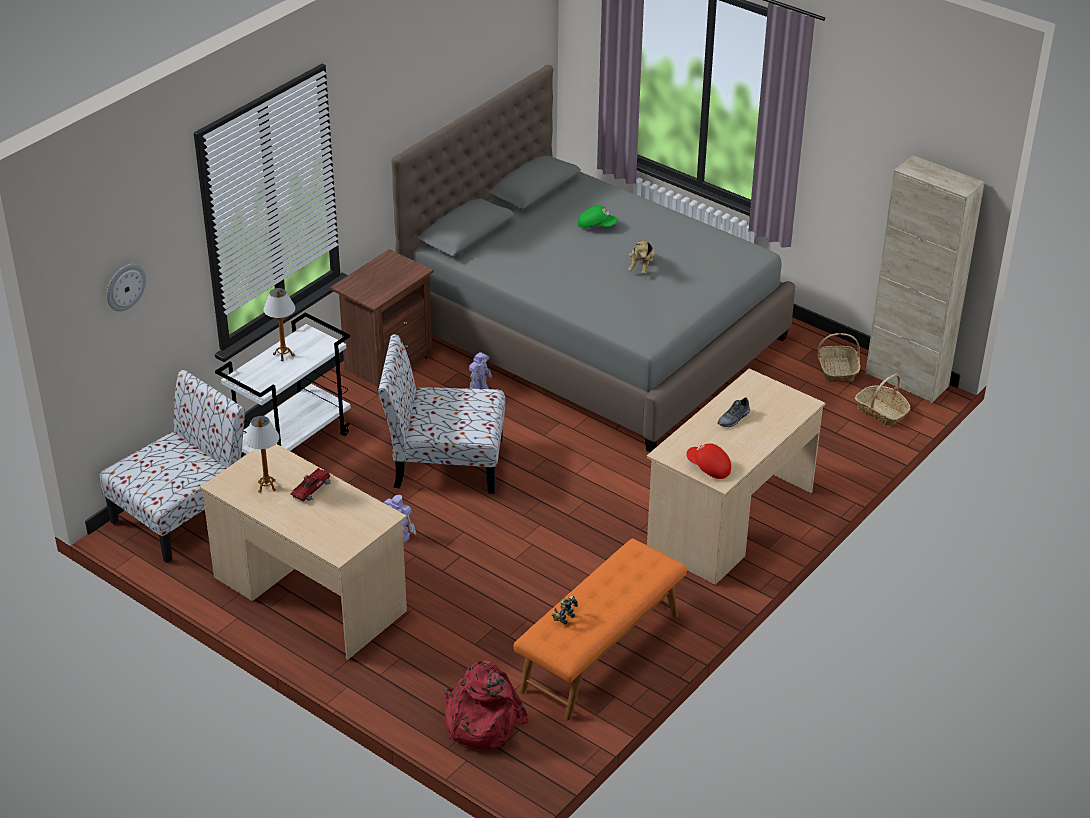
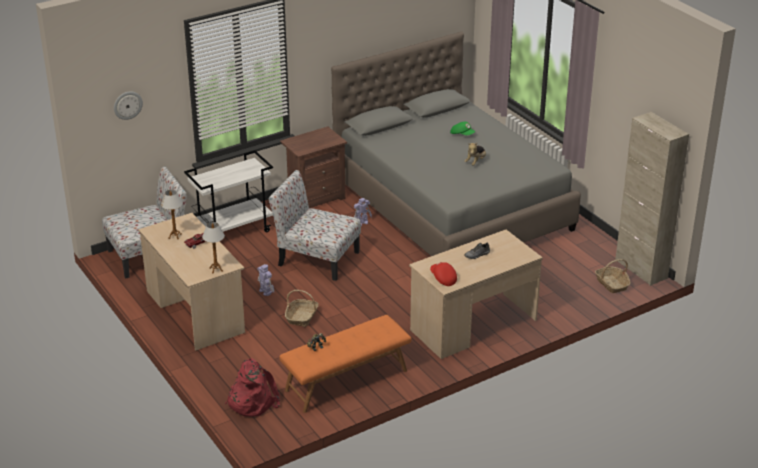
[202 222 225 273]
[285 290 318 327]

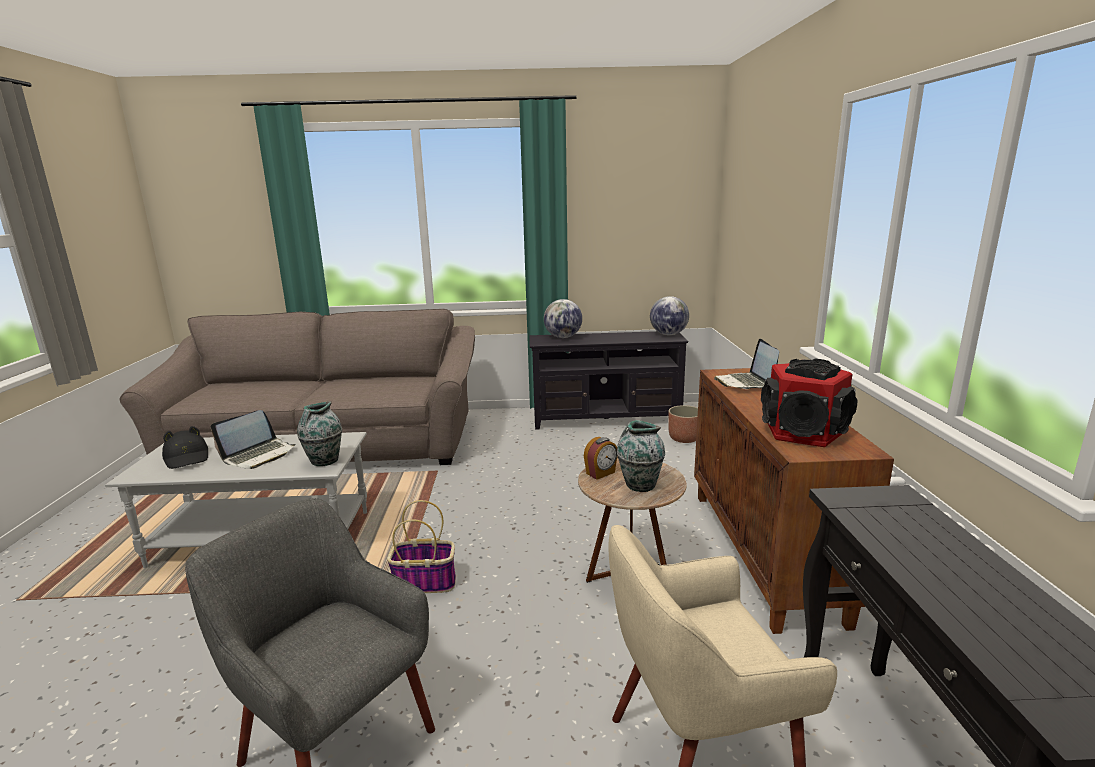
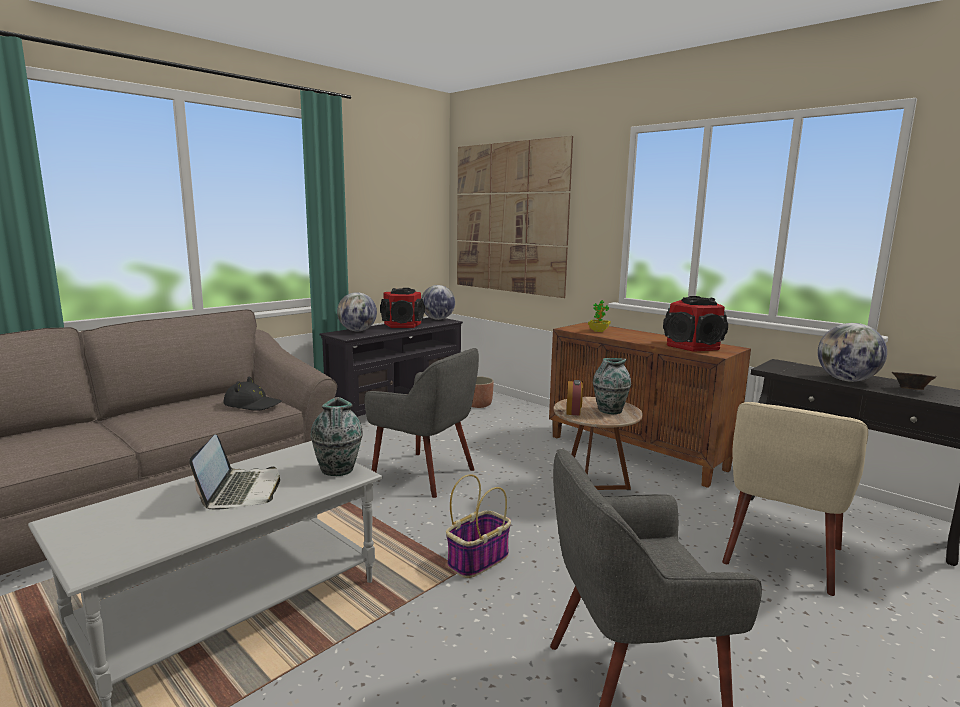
[223 376 282 411]
[588 300 611 332]
[364 348 479 498]
[380 288 425 328]
[457 136 573 298]
[818 323 887 382]
[891 372 937 390]

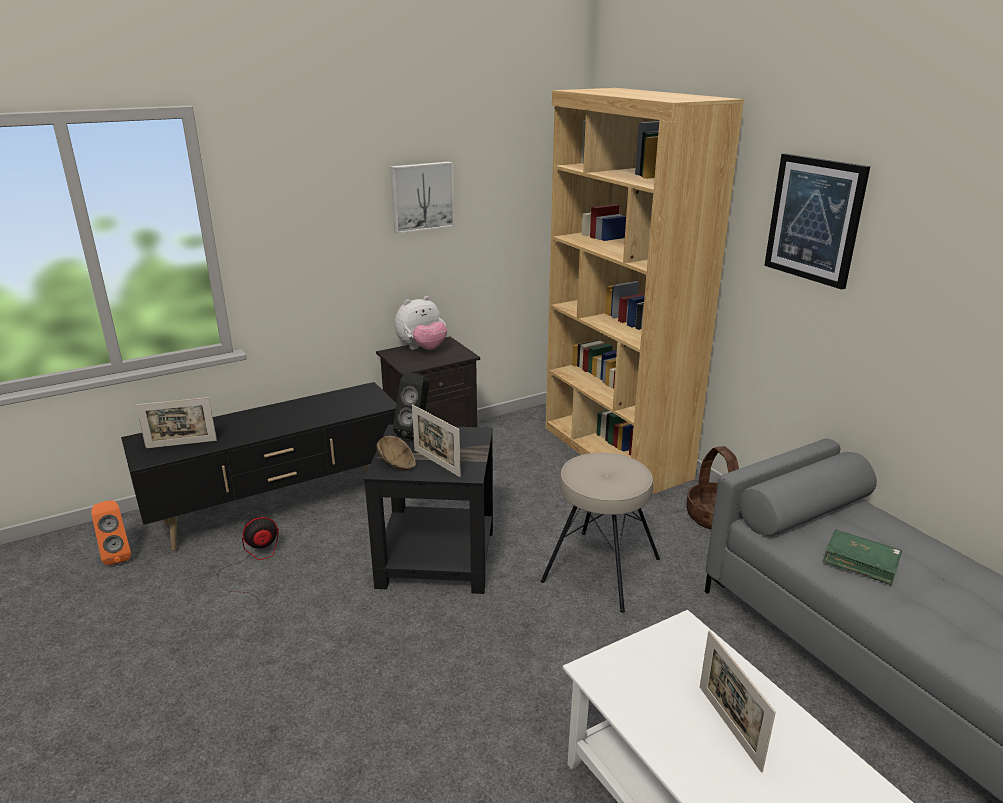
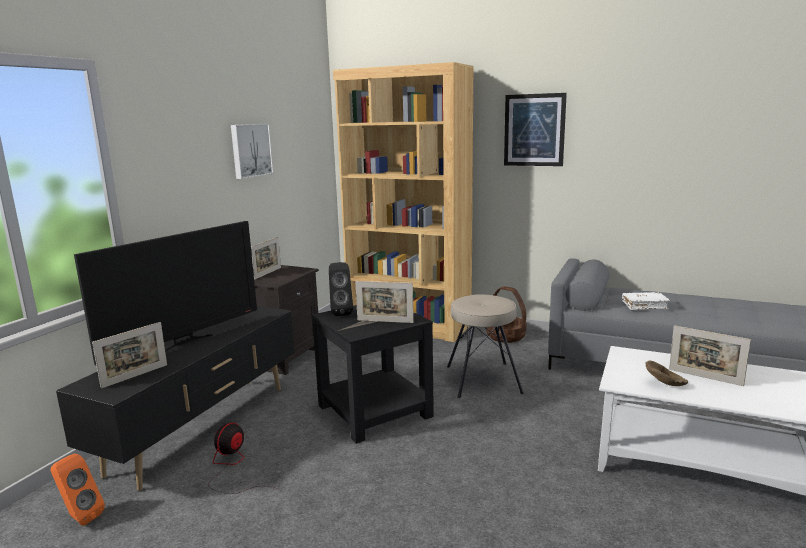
[645 361 688 386]
[251 237 281 280]
[622 292 670 310]
[74 221 257 365]

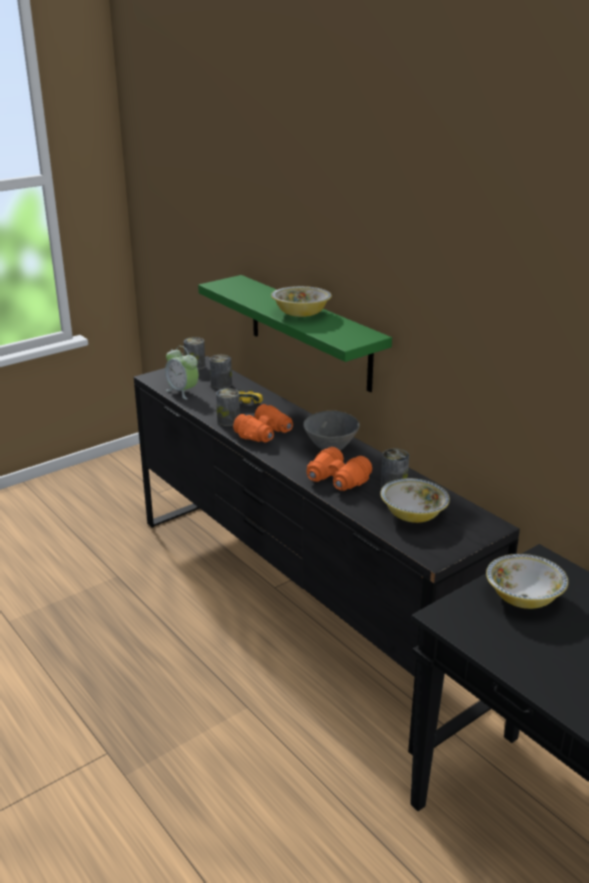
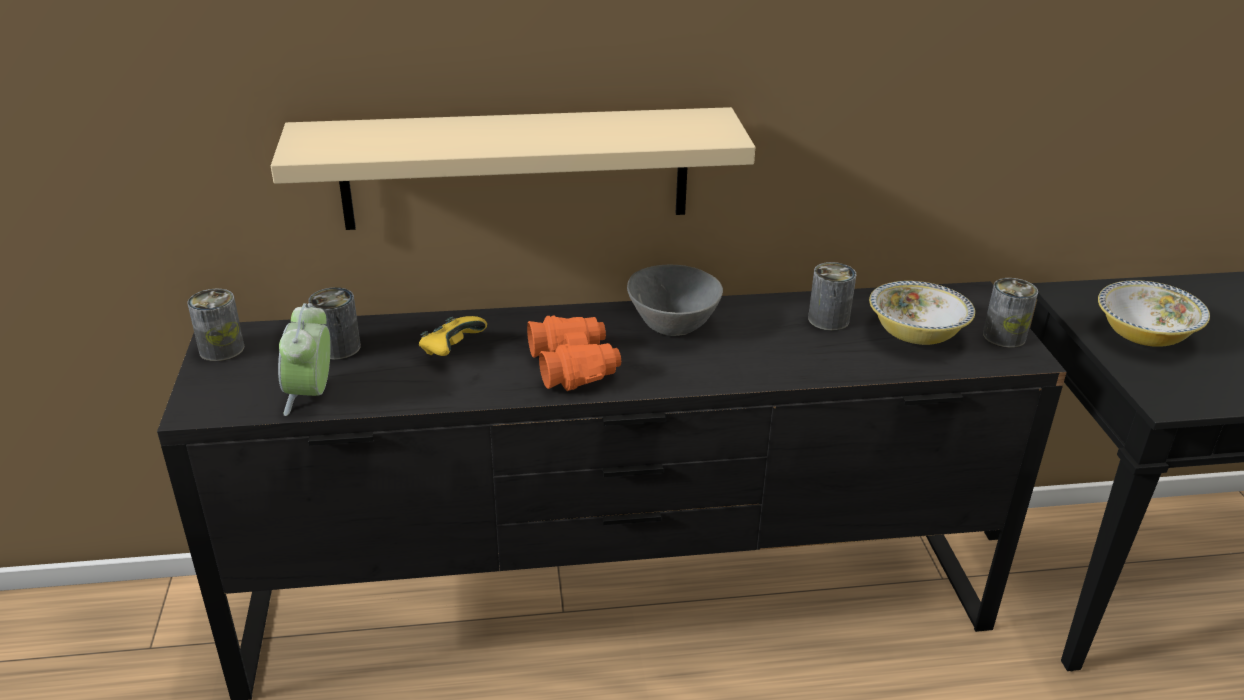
[278 303 331 416]
[271 107 755 230]
[983 278 1038 348]
[271 286 332 317] (first image)
[307 447 372 491] (first image)

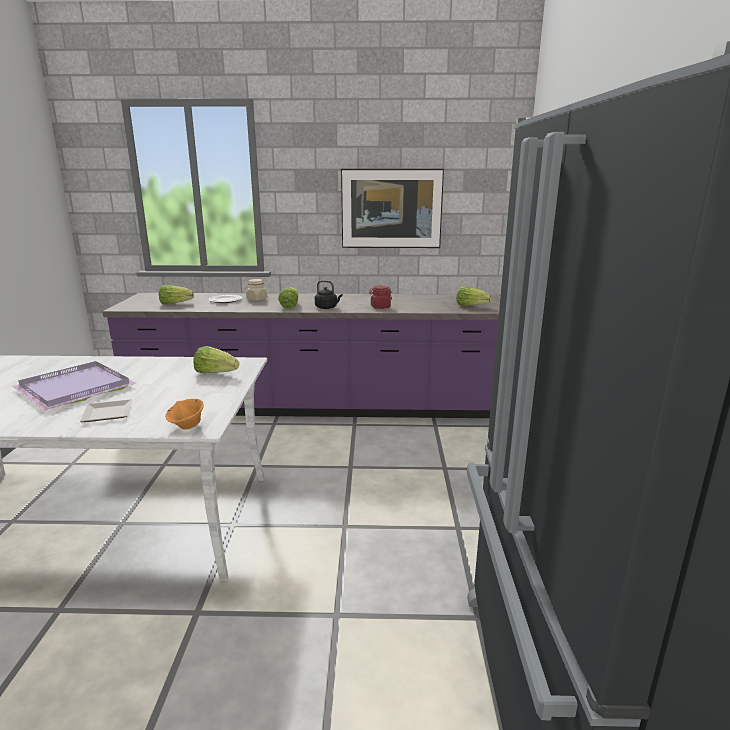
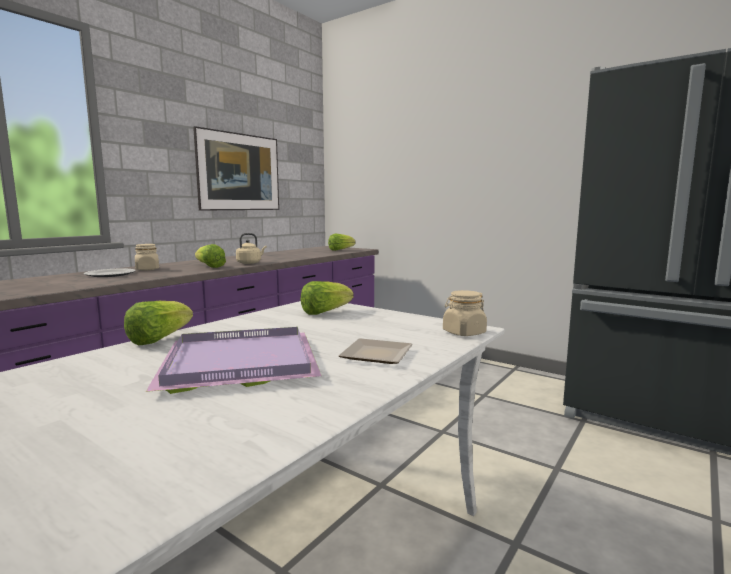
[124 301 193 345]
[443 290 487 336]
[236 233 267 264]
[369 286 392 309] (first image)

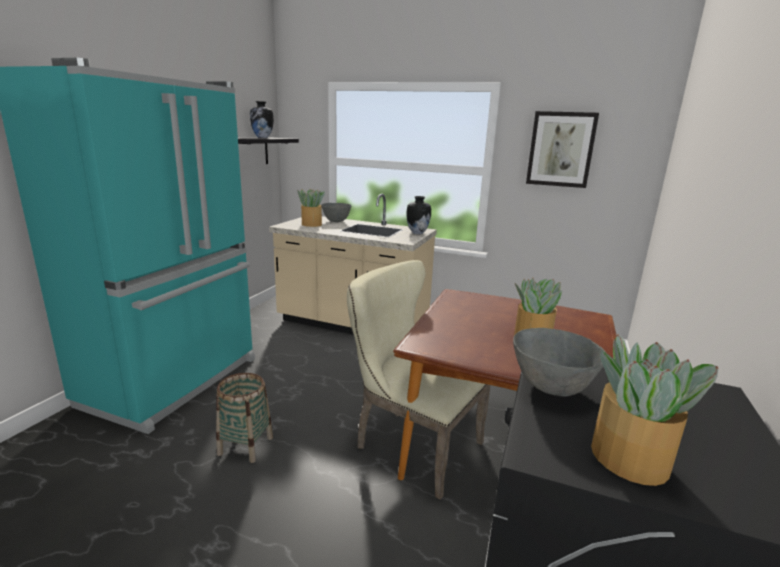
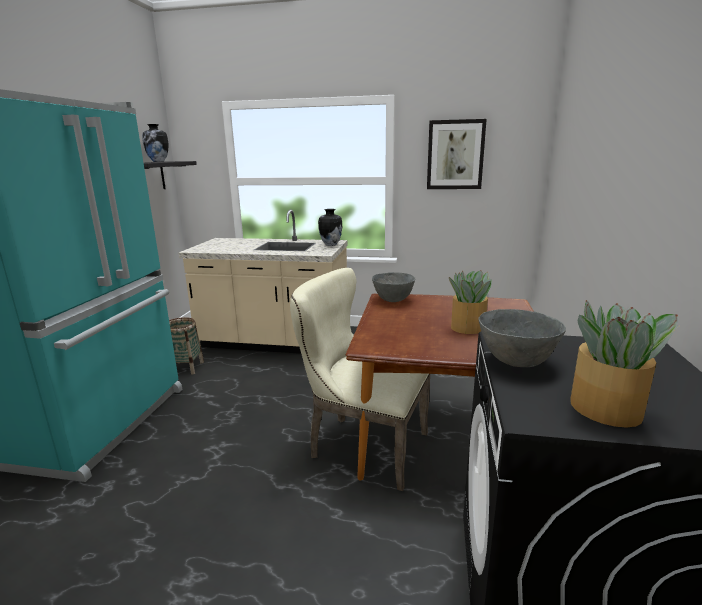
[169 317 204 375]
[297 189 325 227] (first image)
[372 272 415 302]

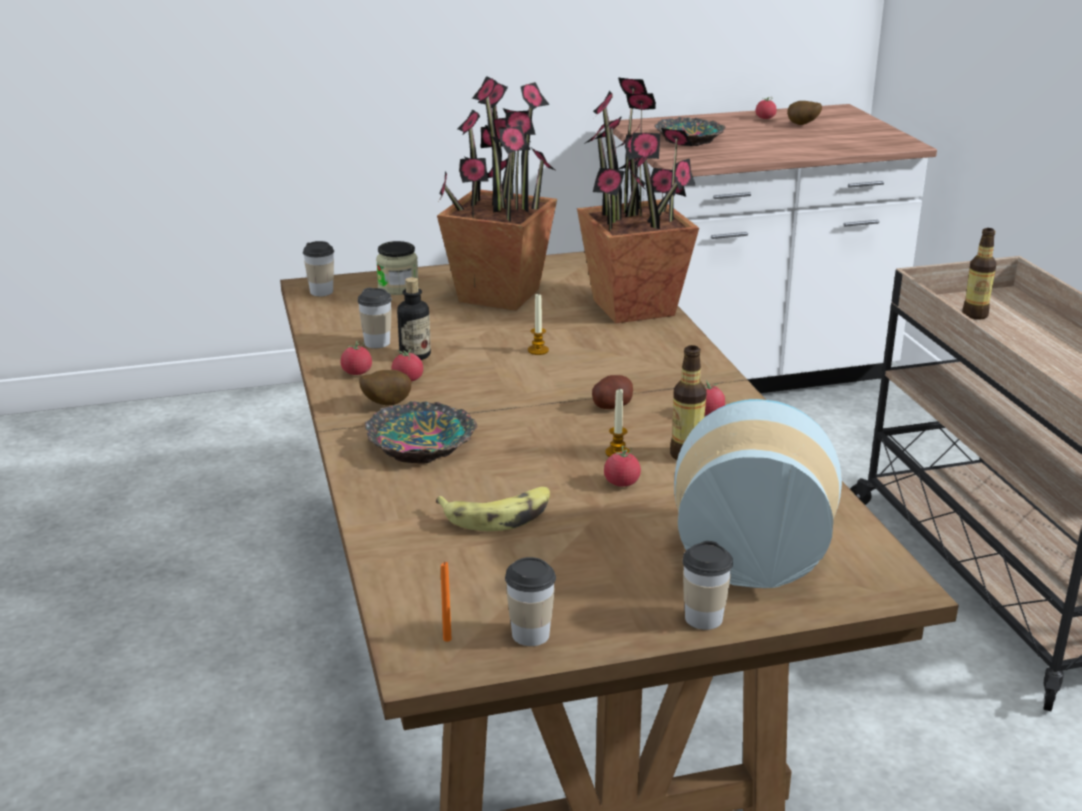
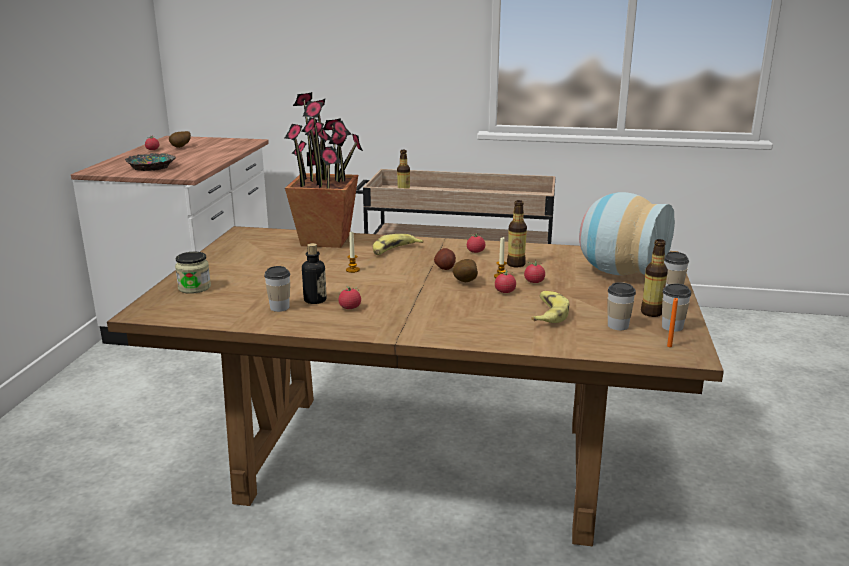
[607 282 636 330]
[495 269 516 293]
[453 259 478 282]
[365 401 478 464] (first image)
[437 76 557 311] (first image)
[373 234 423 255]
[641 239 668 317]

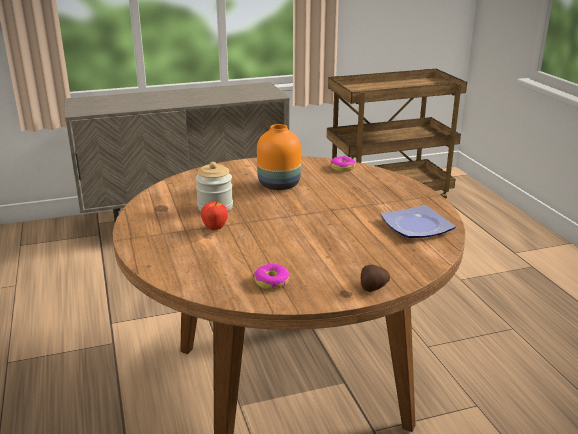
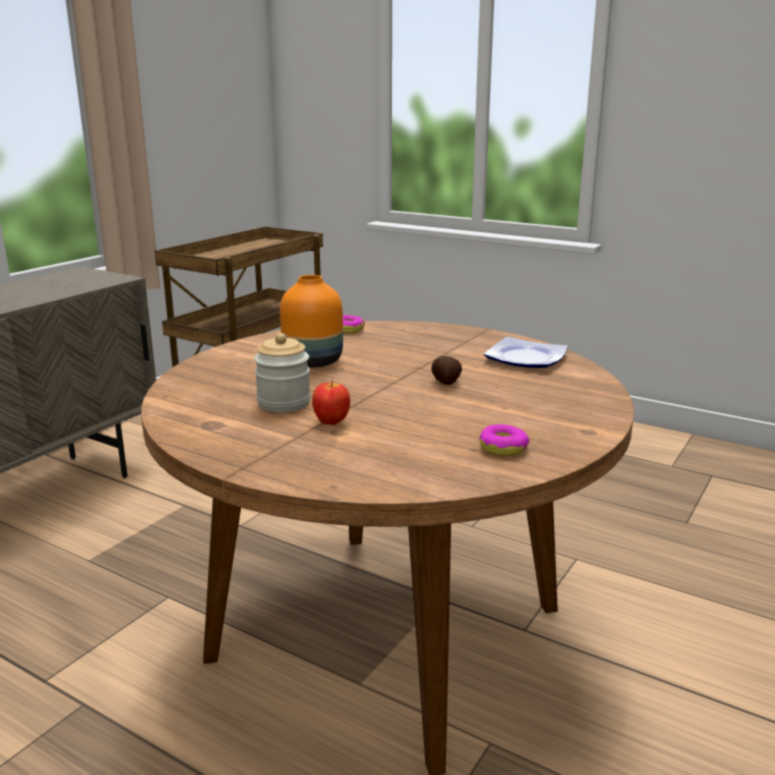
[431 356 462 385]

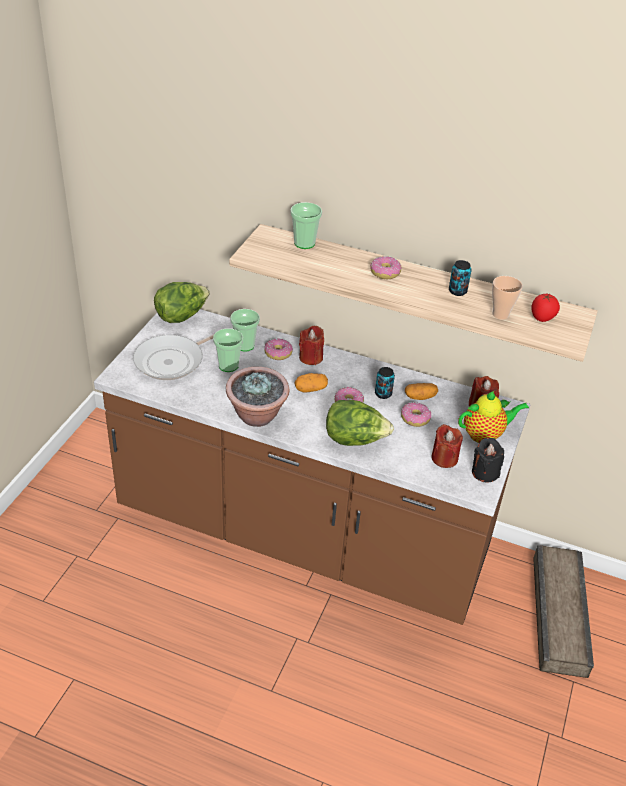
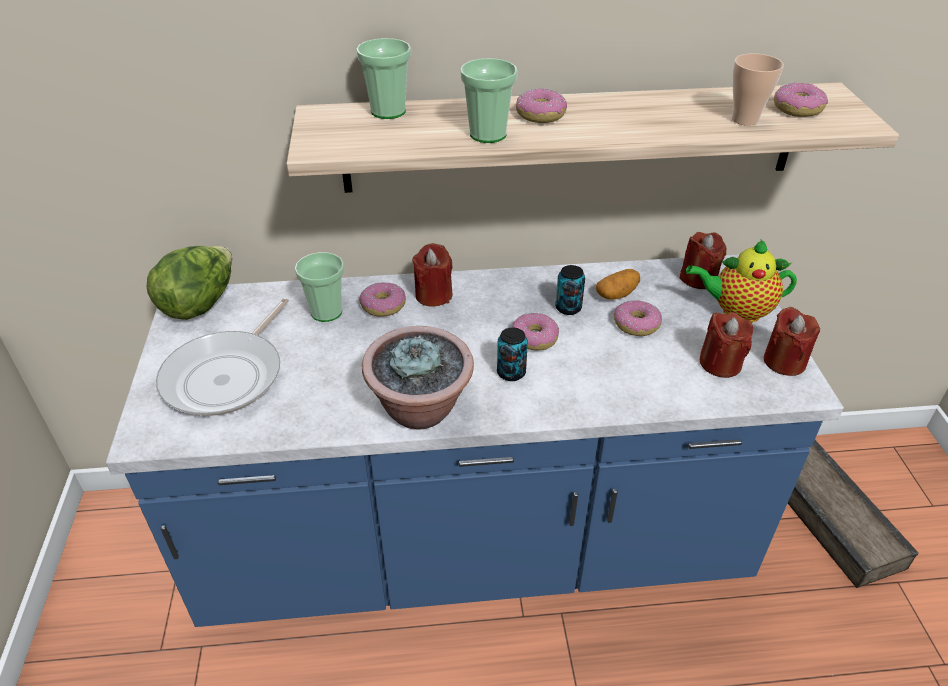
[106 254 844 627]
[460 58 518 143]
[294 373 328 393] (first image)
[326 400 394 446] (first image)
[497 327 528 381]
[686 239 797 323]
[764 307 820 376]
[774 82 828 117]

